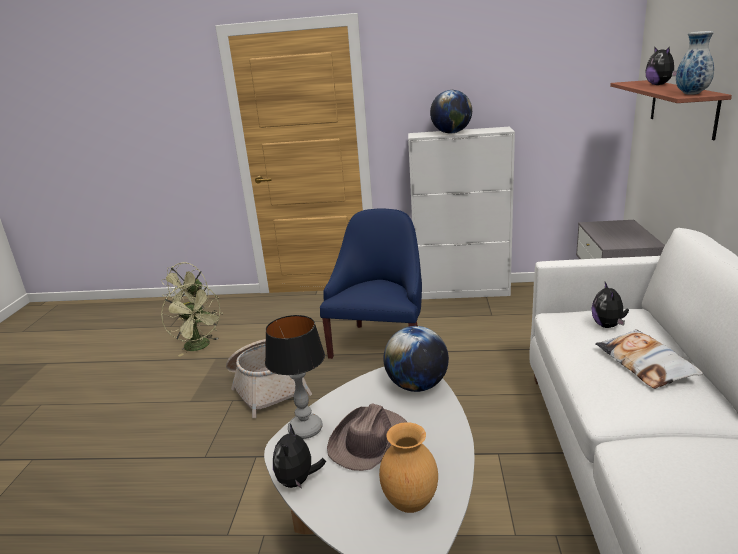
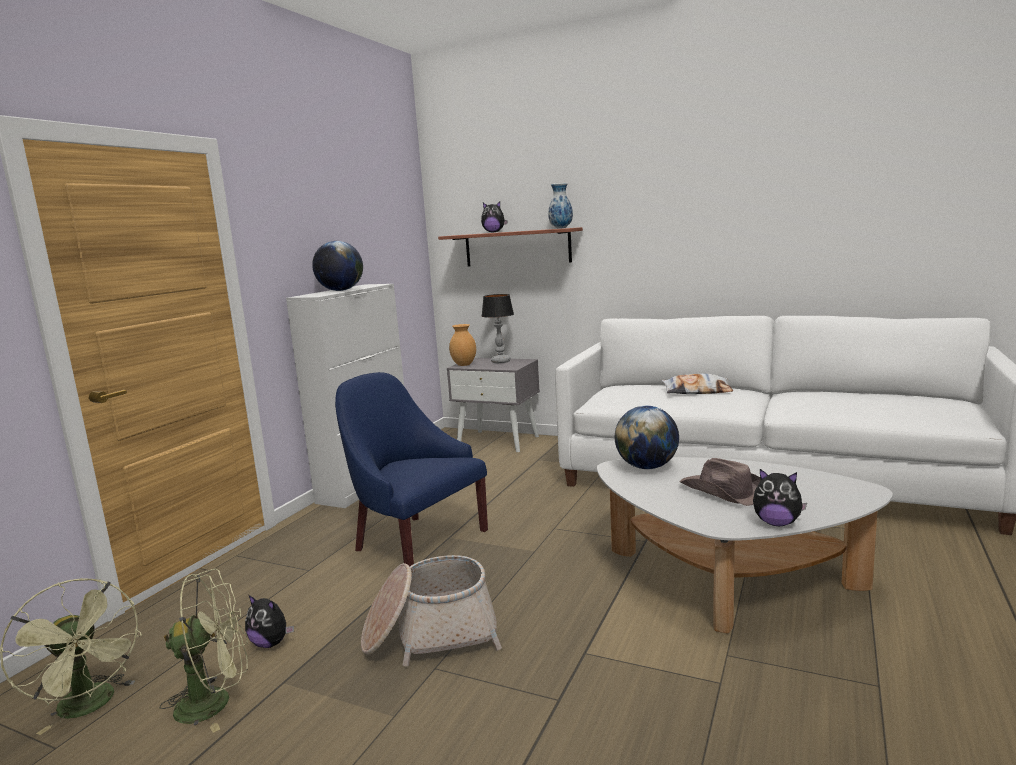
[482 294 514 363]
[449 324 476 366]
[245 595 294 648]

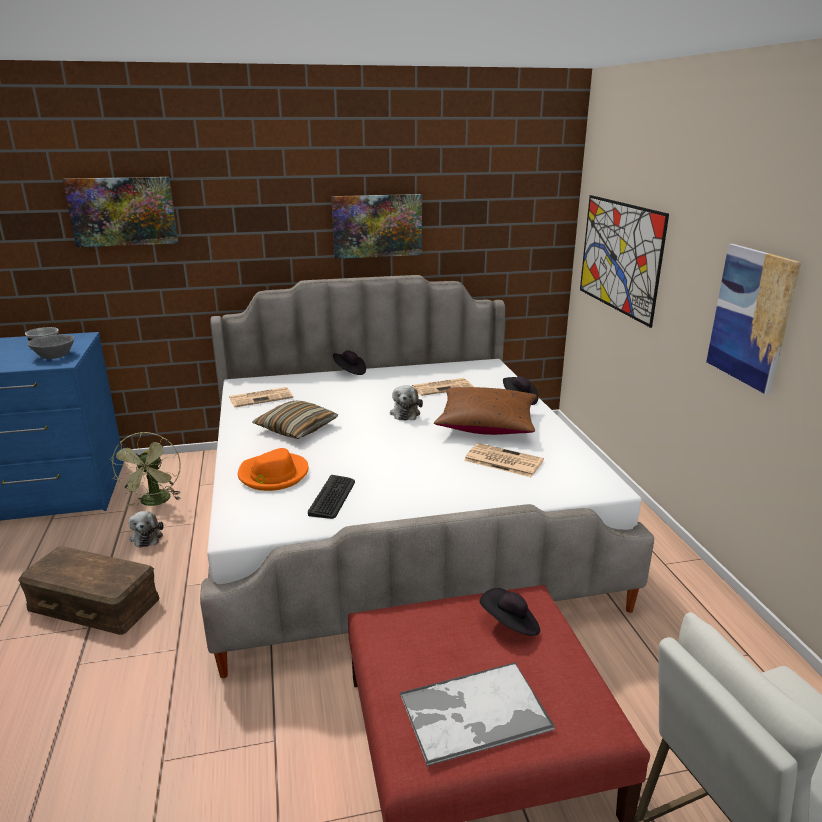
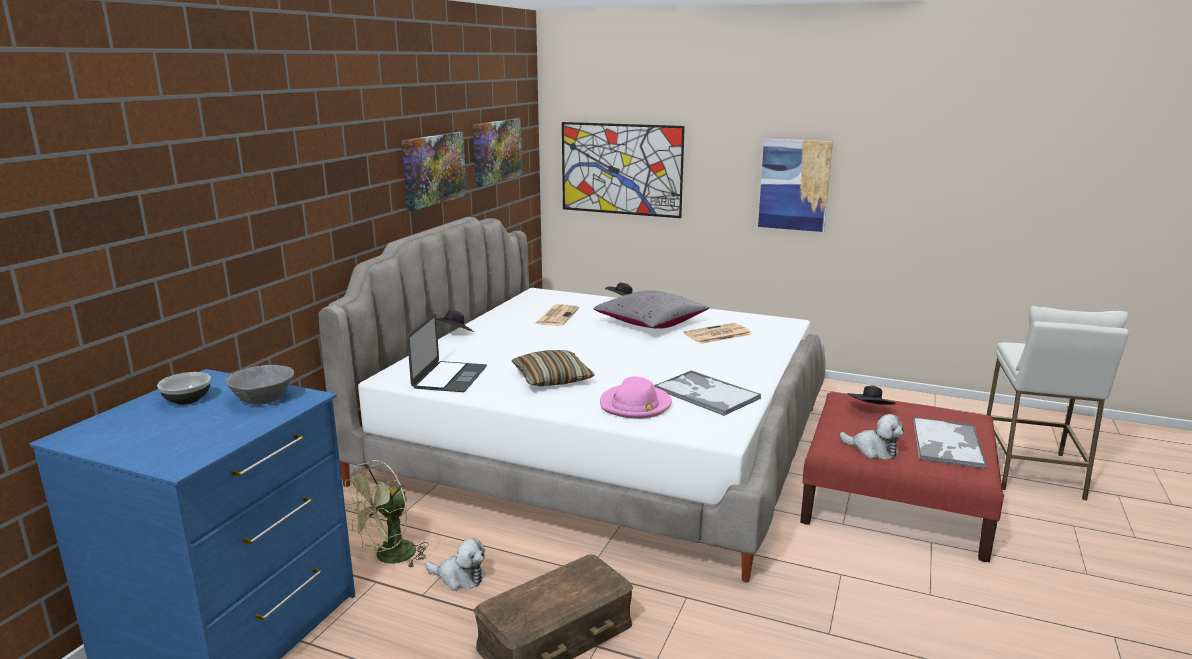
[473 118 523 187]
[345 460 429 569]
[407 314 487 392]
[600 376 672 419]
[654 370 761 416]
[840 414 904 460]
[593 290 710 329]

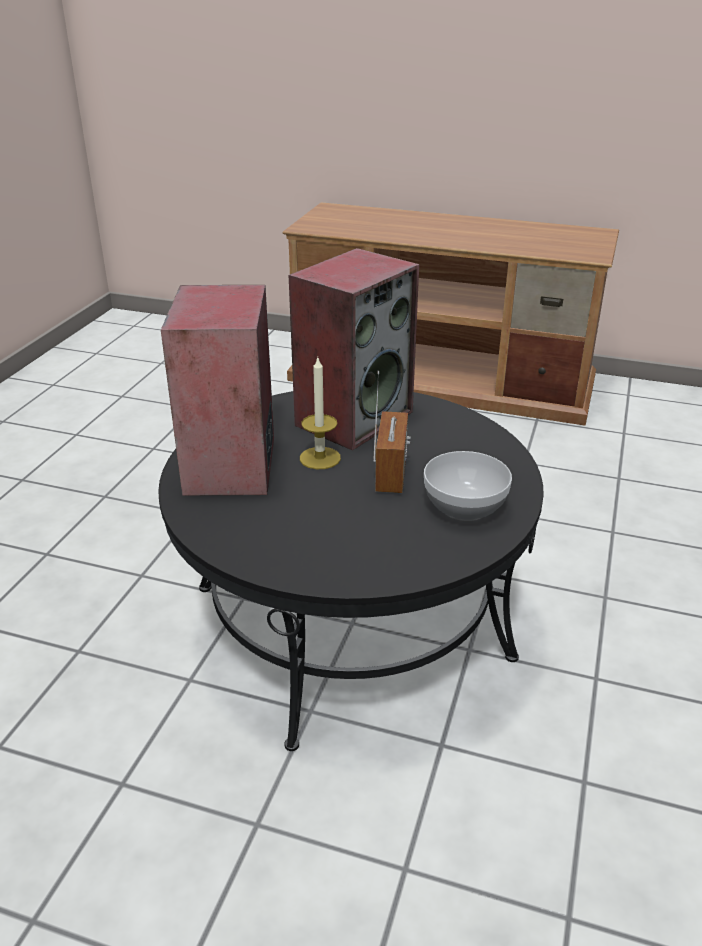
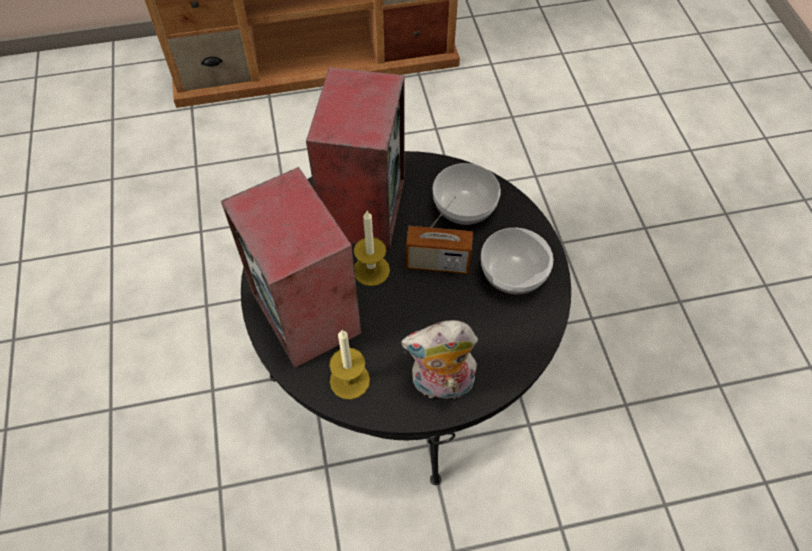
[406 196 473 274]
[329 330 370 400]
[401 320 478 399]
[432 163 501 225]

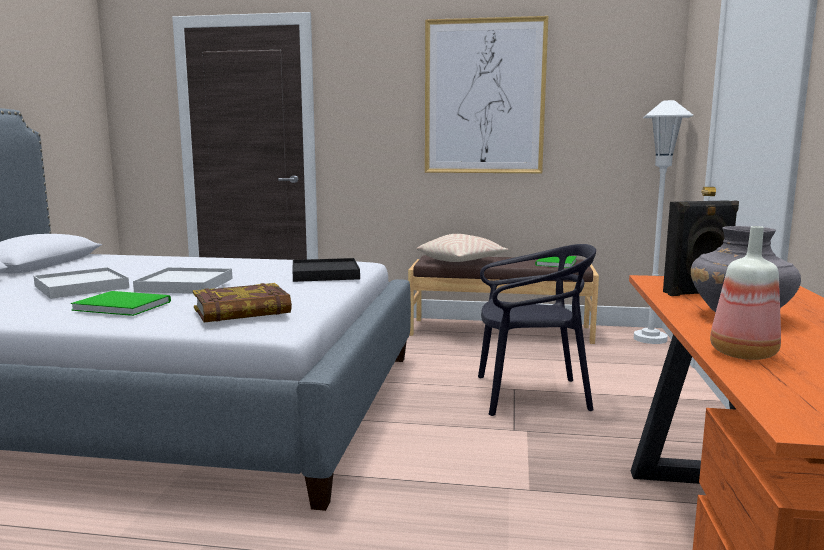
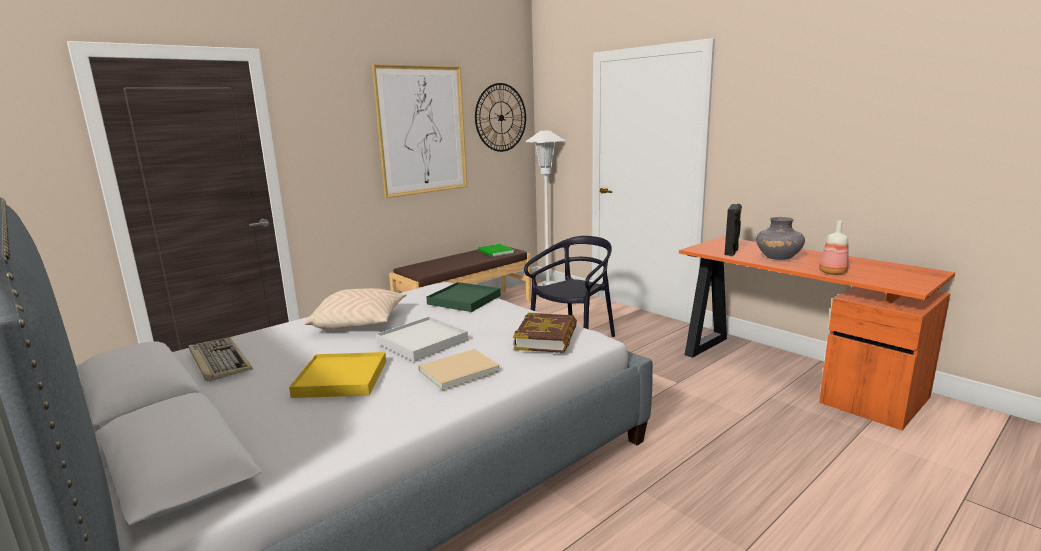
[289 352 386 398]
[418 349 500 390]
[426 282 501 312]
[305 288 406 330]
[188 337 253 382]
[475 83 526 152]

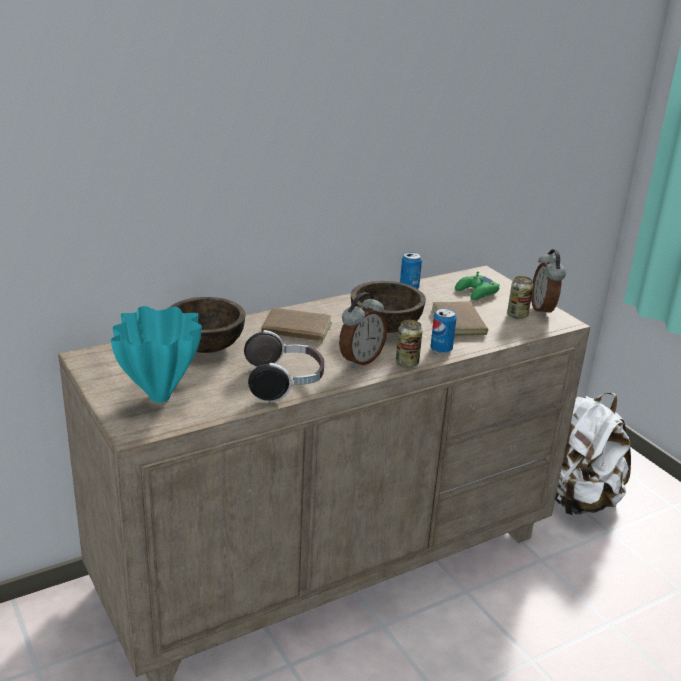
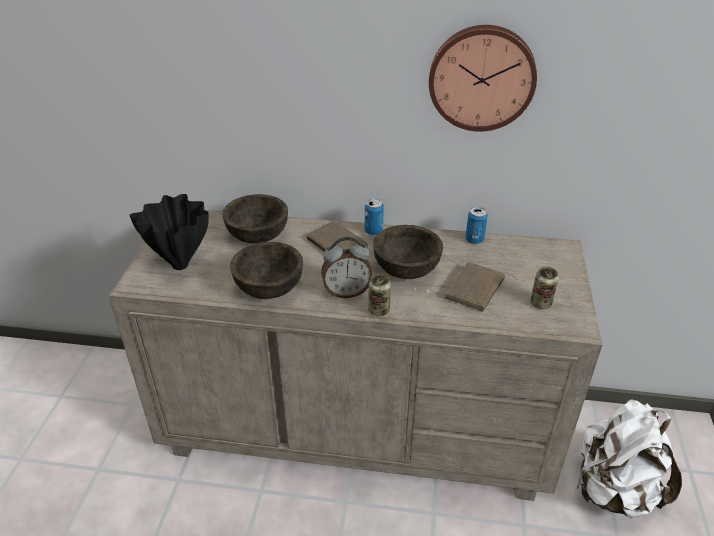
[129 194 209 270]
[230 242 303 299]
[365 199 384 236]
[455 272 500 300] (first image)
[531 249 566 317] (first image)
[429 25 537 132]

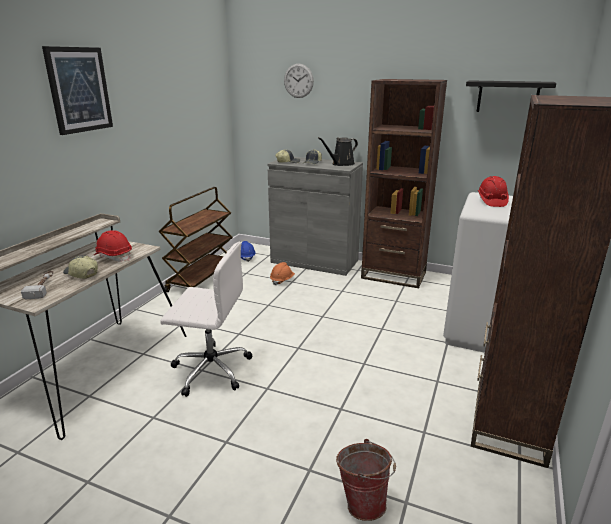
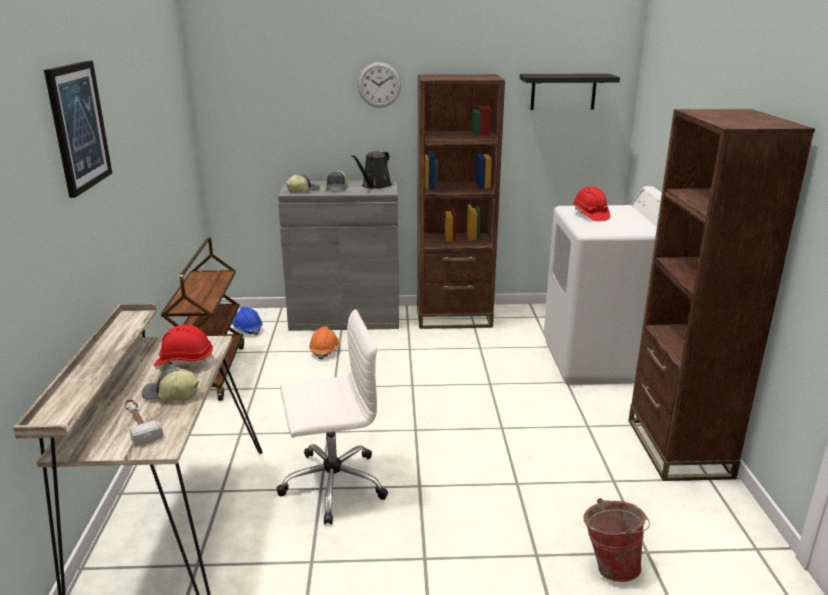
[357 62 401 108]

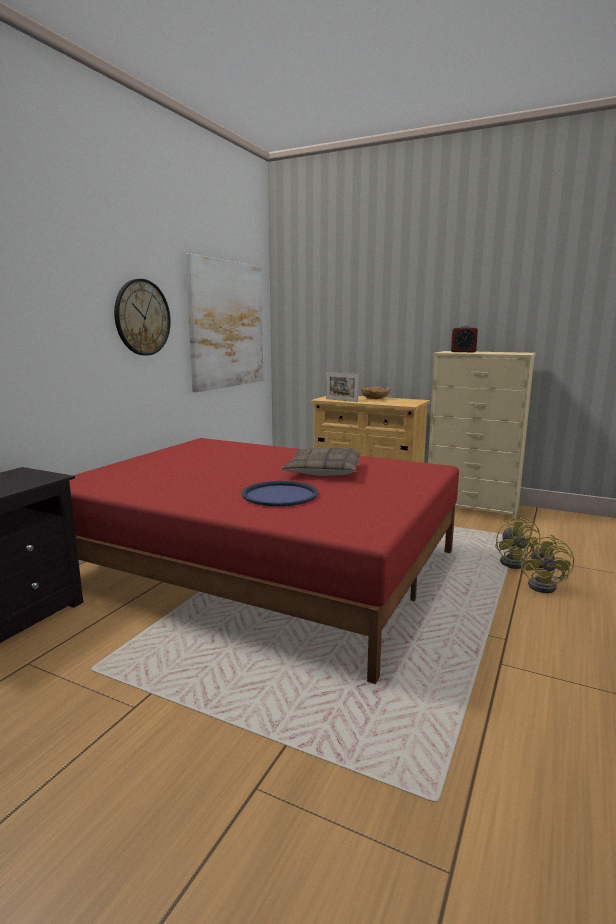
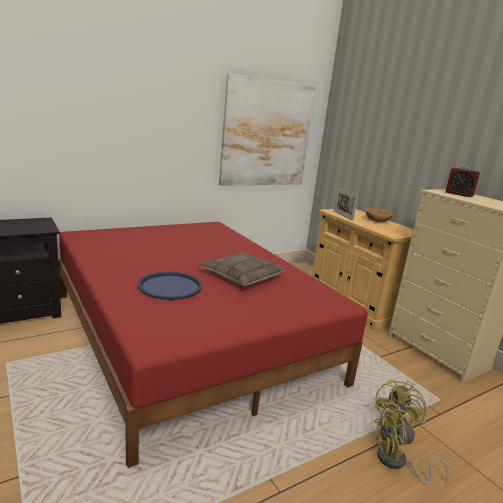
[114 279 171 355] (first image)
[374 403 449 484]

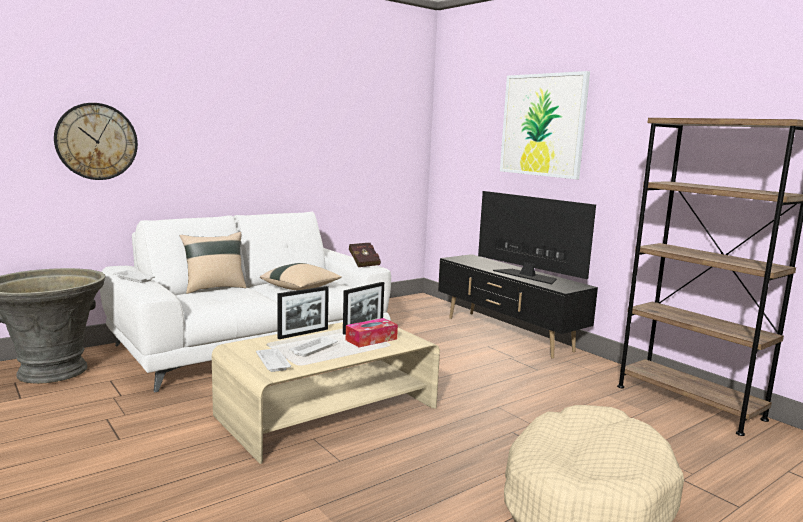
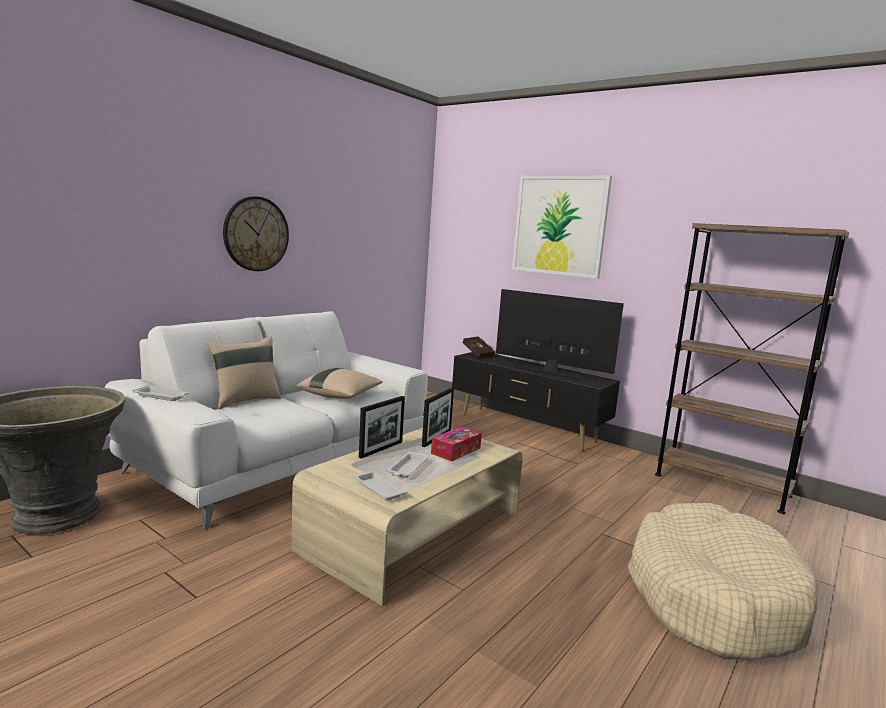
[223 196 289 271]
[462 336 495 358]

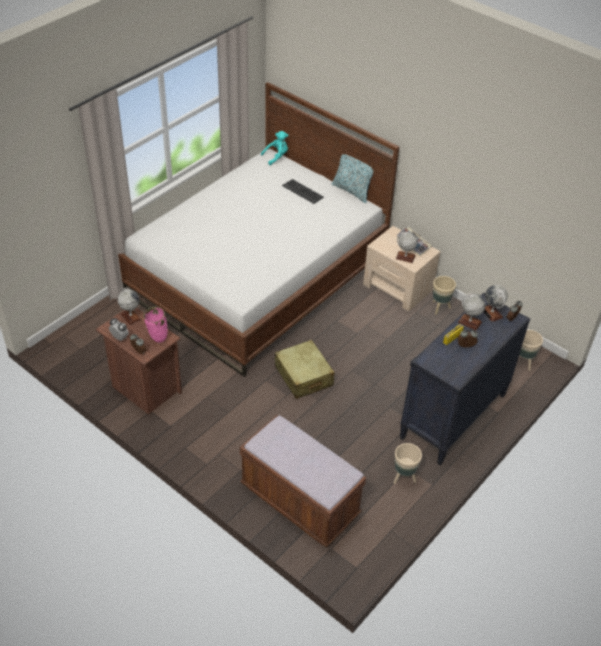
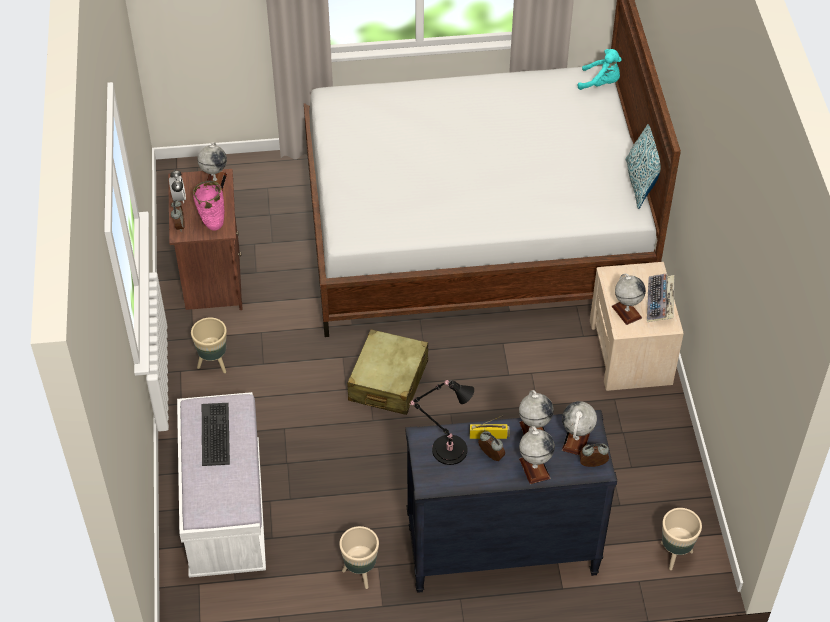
[177 392 266 578]
[202 403 230 466]
[191 317 227 373]
[409 380 474 465]
[519 426 555 484]

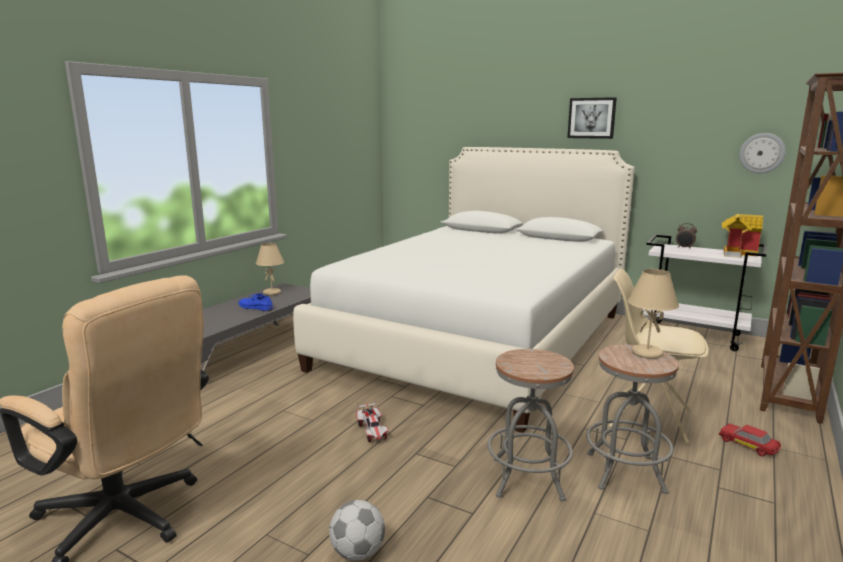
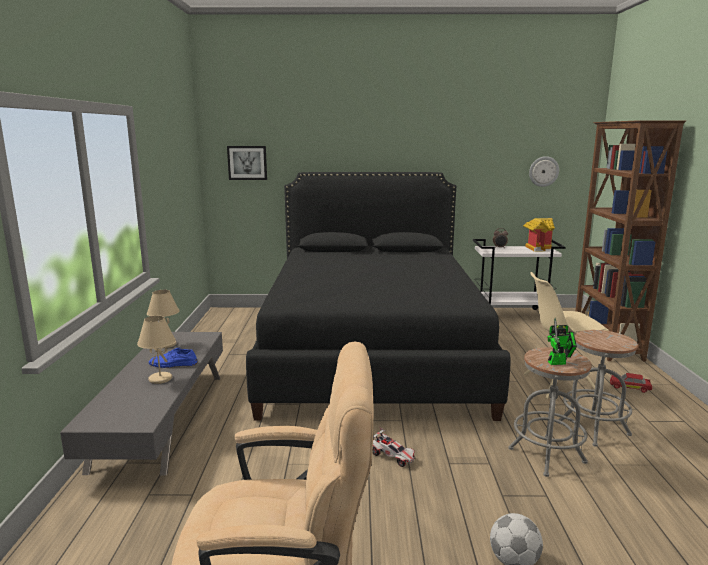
[246 172 510 421]
[227 146 267 180]
[137 316 176 384]
[548 318 577 365]

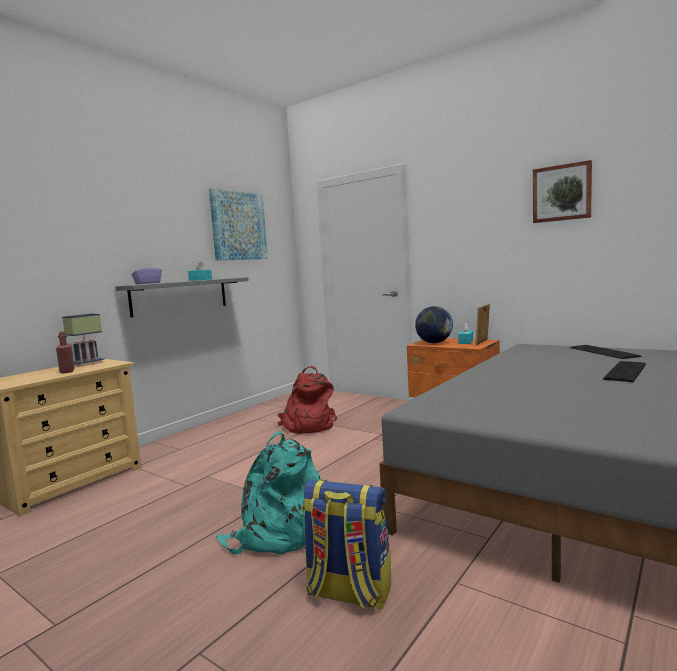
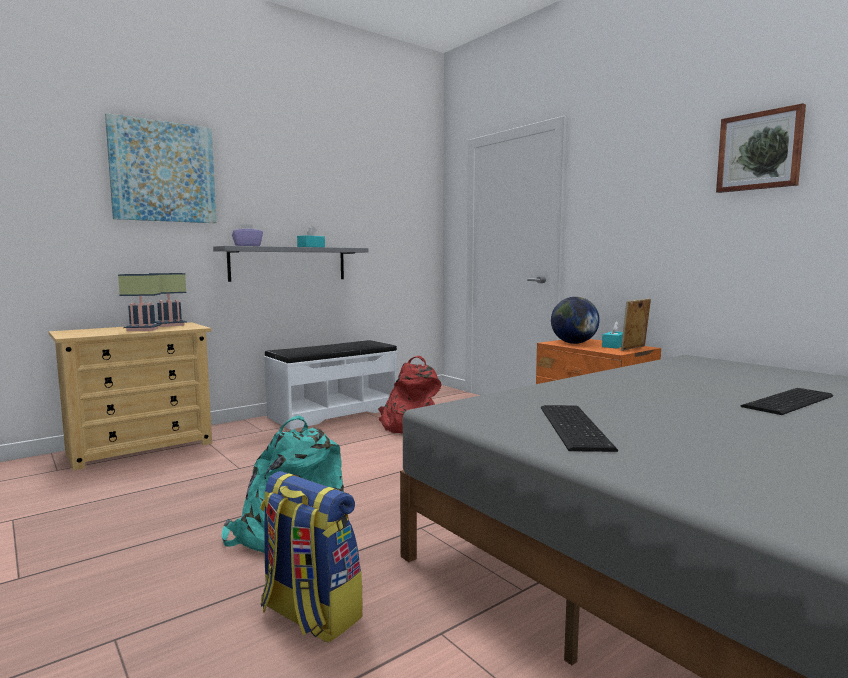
[118 274 161 331]
[105 113 216 223]
[541 405 618 452]
[264 340 398 430]

